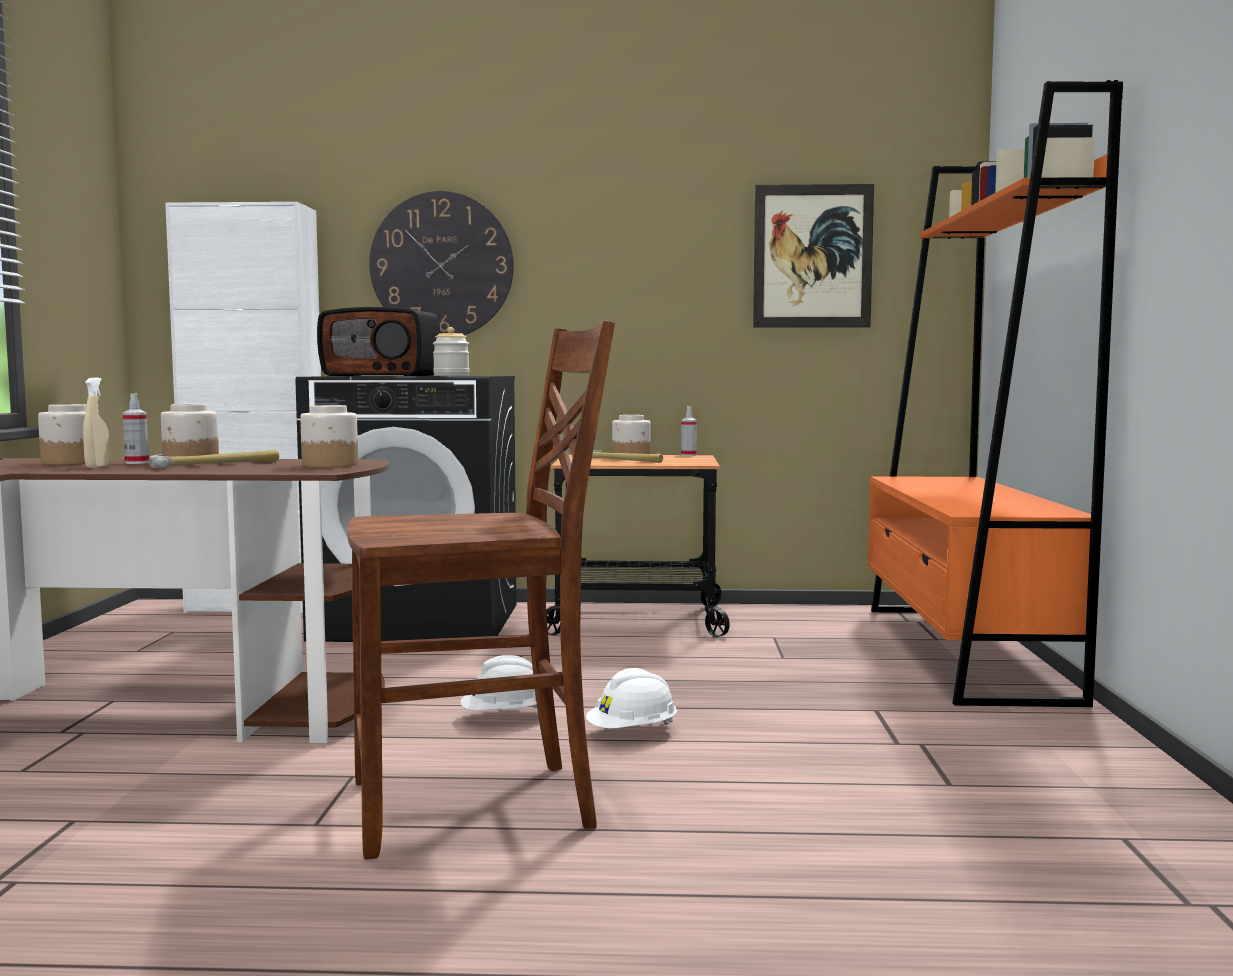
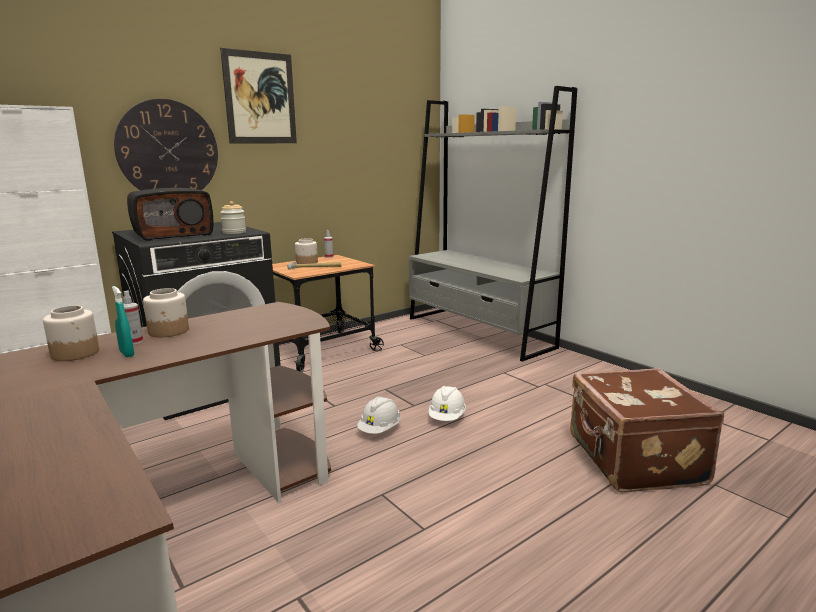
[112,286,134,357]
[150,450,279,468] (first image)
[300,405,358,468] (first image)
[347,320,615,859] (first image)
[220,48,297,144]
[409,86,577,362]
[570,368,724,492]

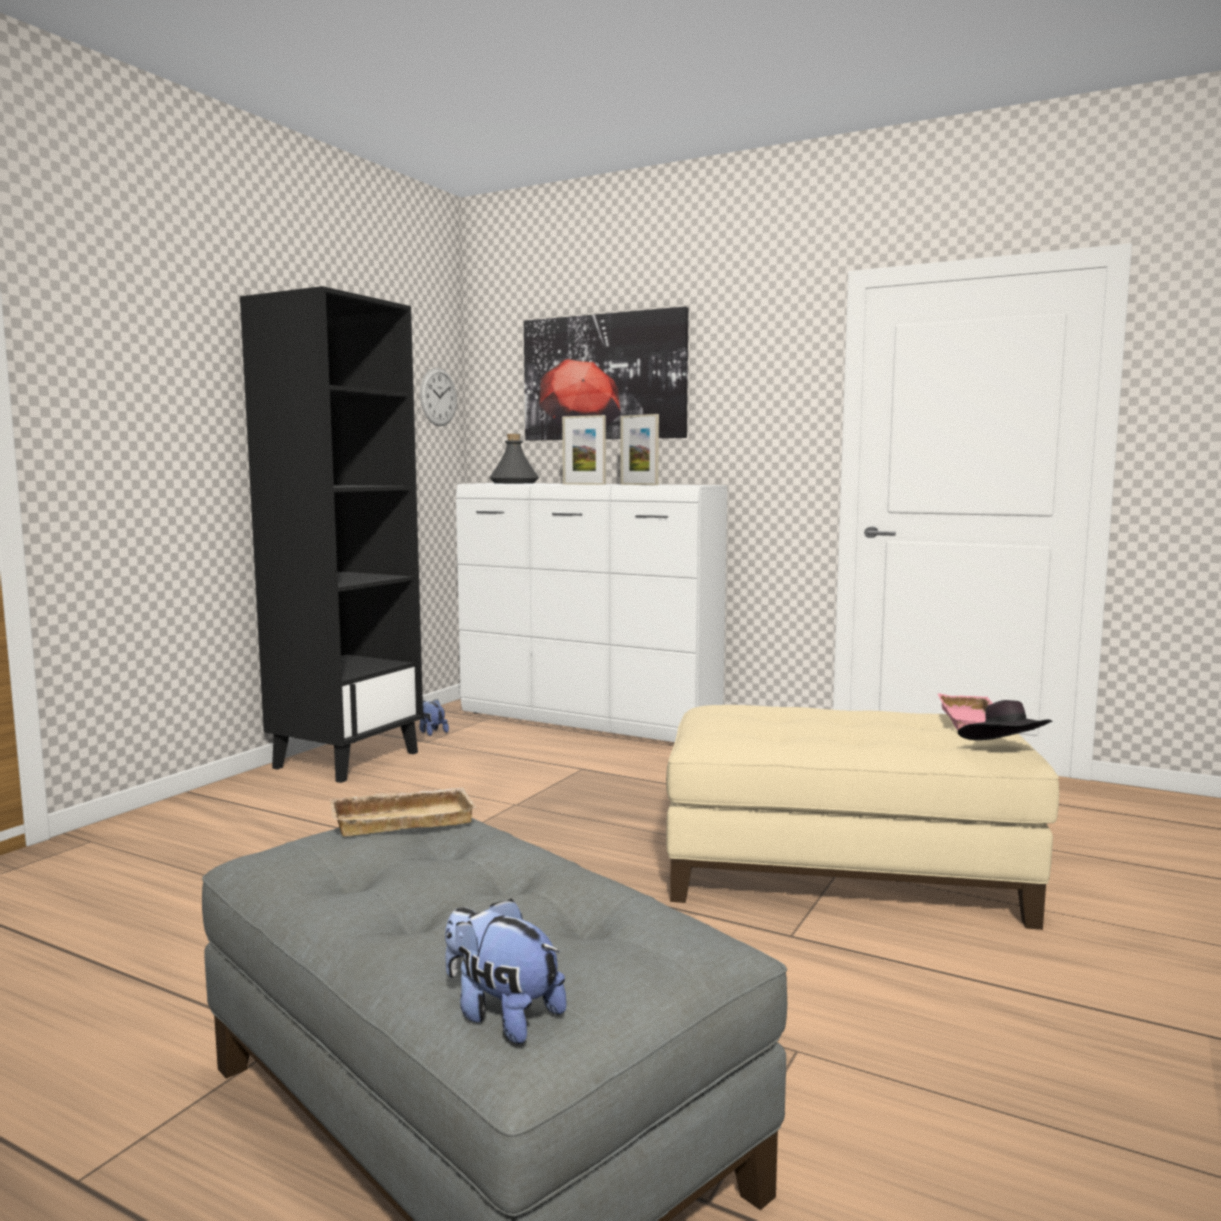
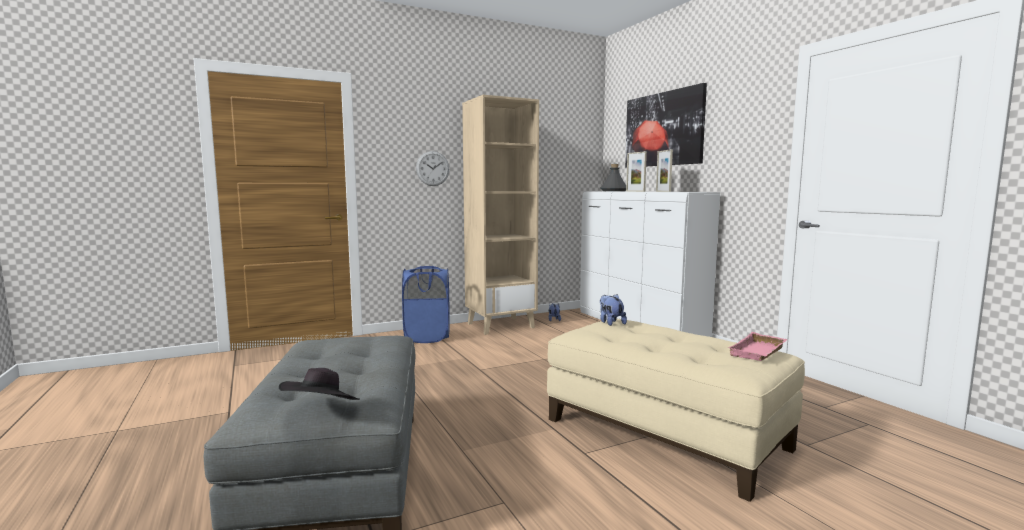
[462,95,539,335]
[329,788,476,836] (first image)
[416,151,449,186]
[600,294,627,326]
[279,368,360,400]
[402,266,450,343]

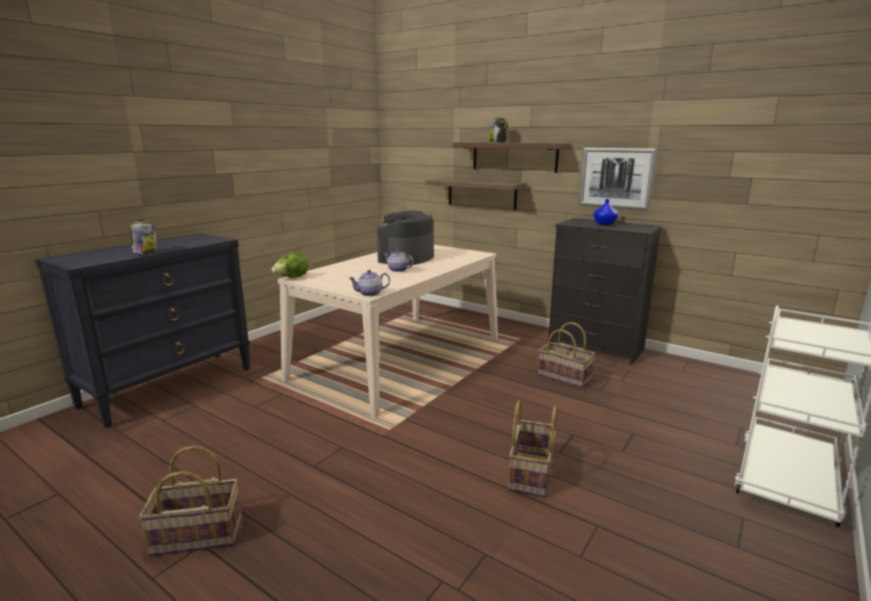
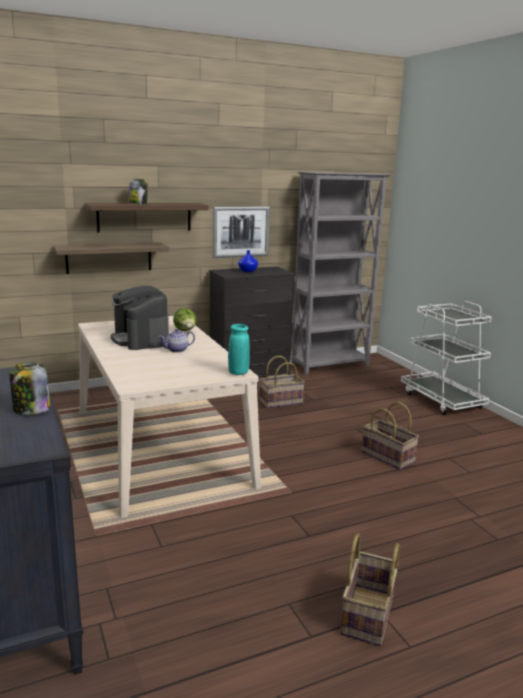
[173,308,197,331]
[228,324,250,375]
[291,172,390,375]

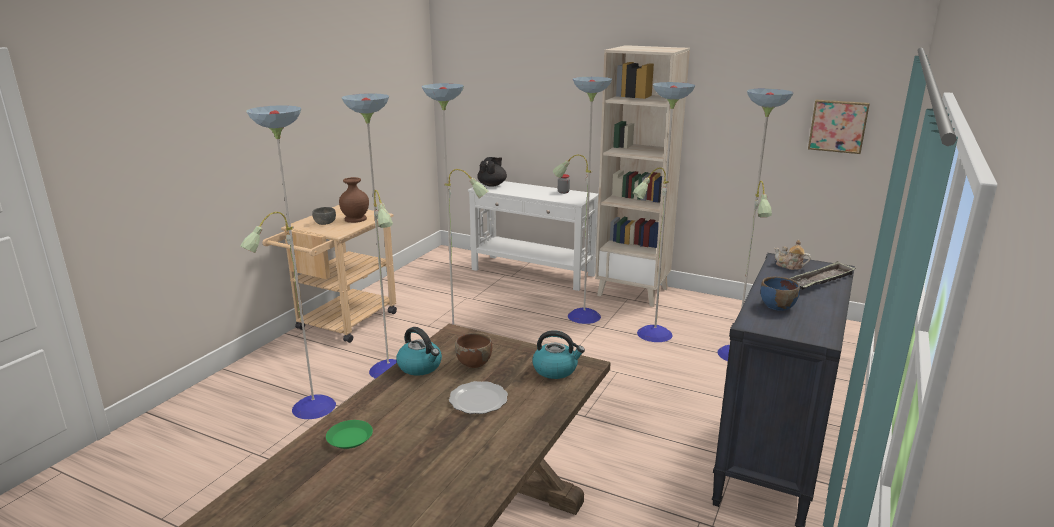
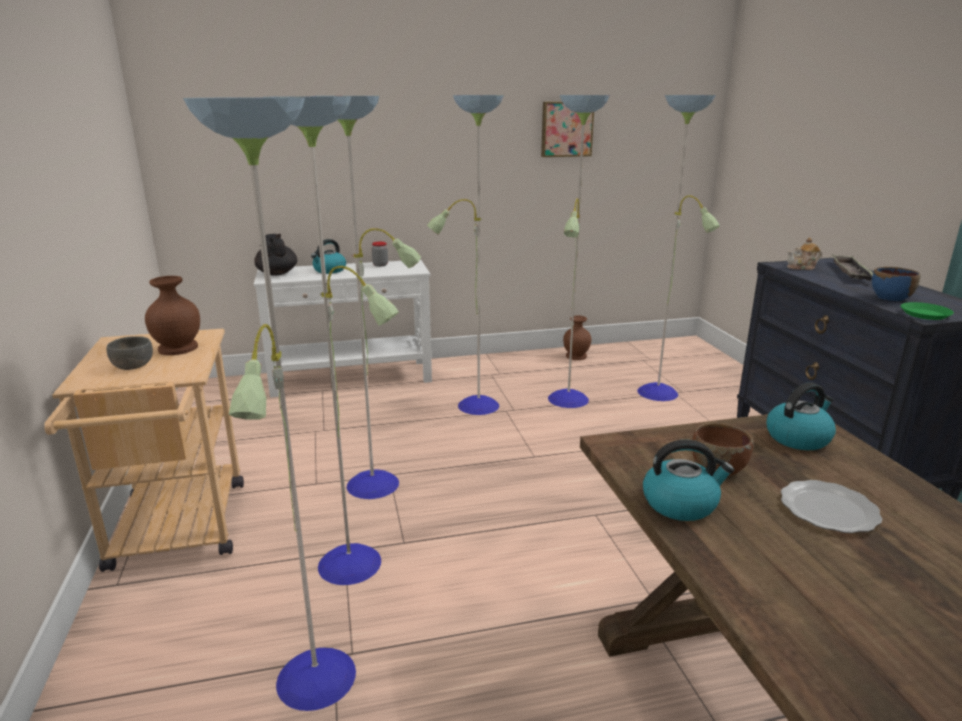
[900,302,954,320]
[595,45,690,307] (first image)
[541,102,594,157]
[311,239,346,274]
[563,316,591,360]

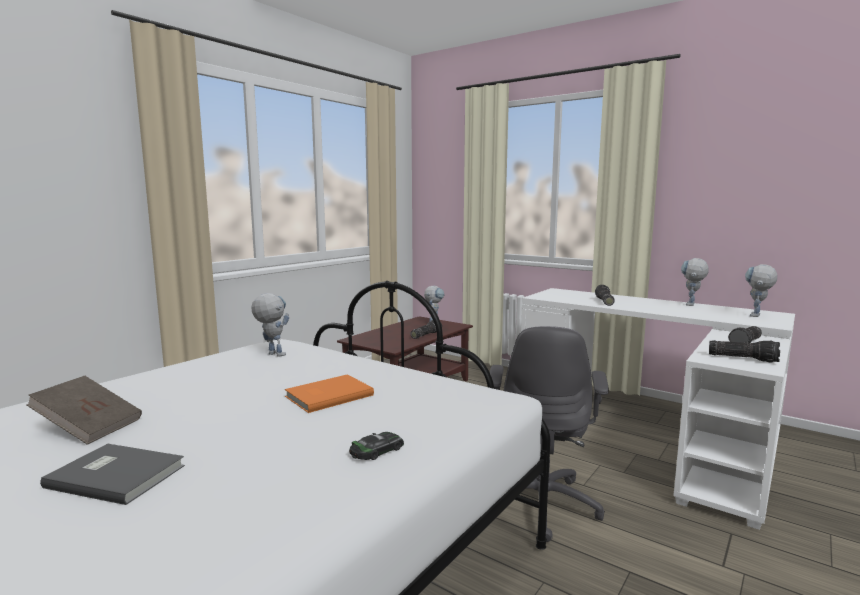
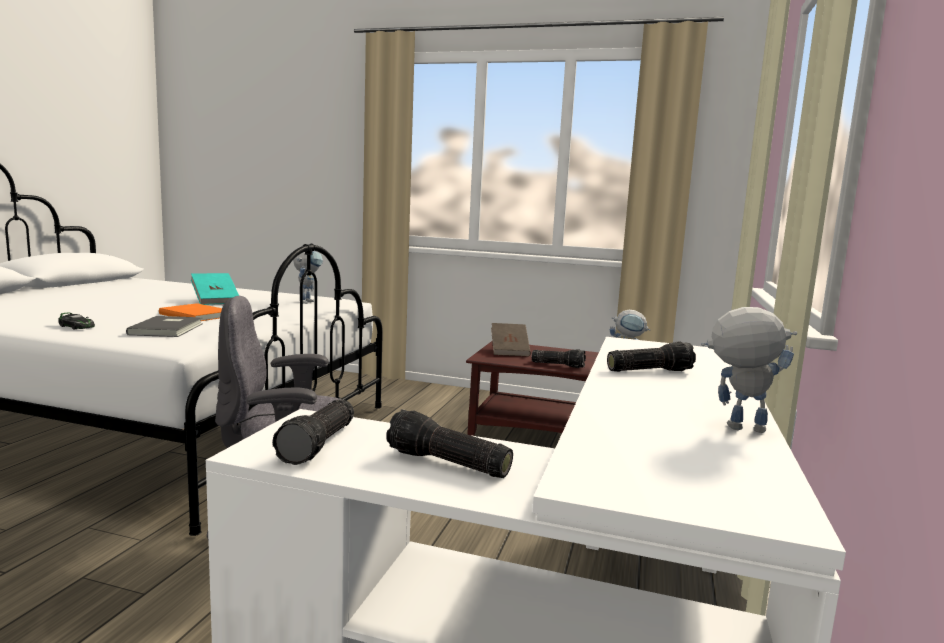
[491,323,531,356]
[126,316,203,337]
[745,264,777,317] (first image)
[191,273,239,305]

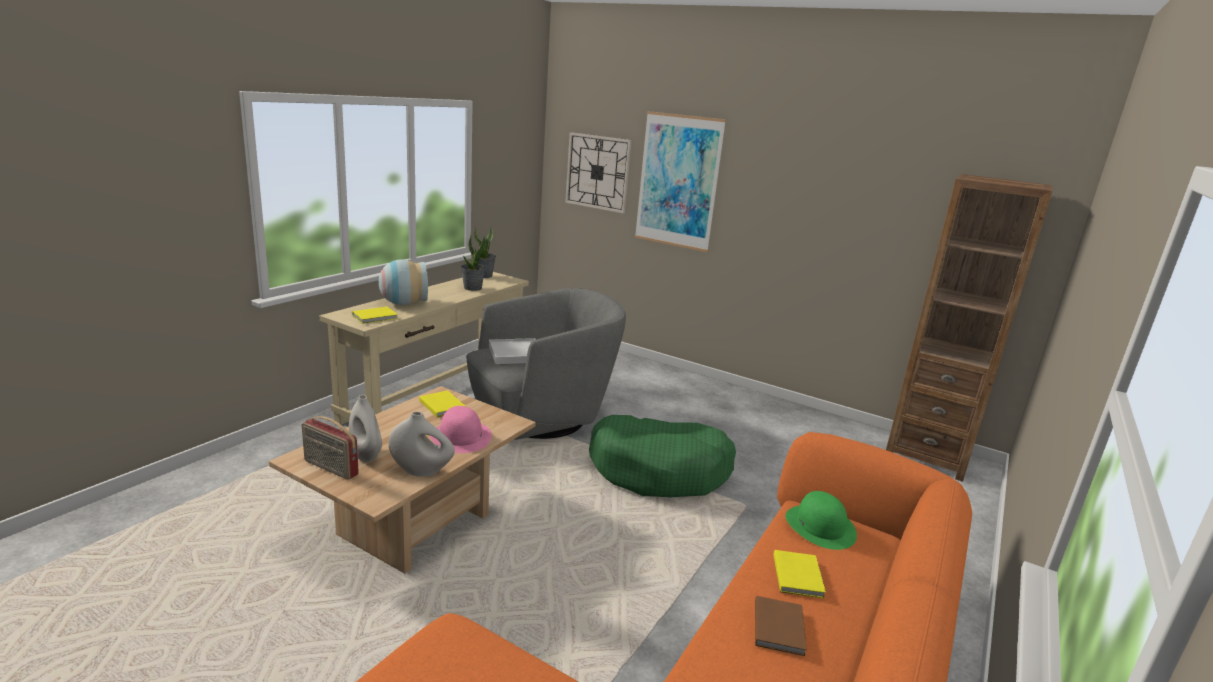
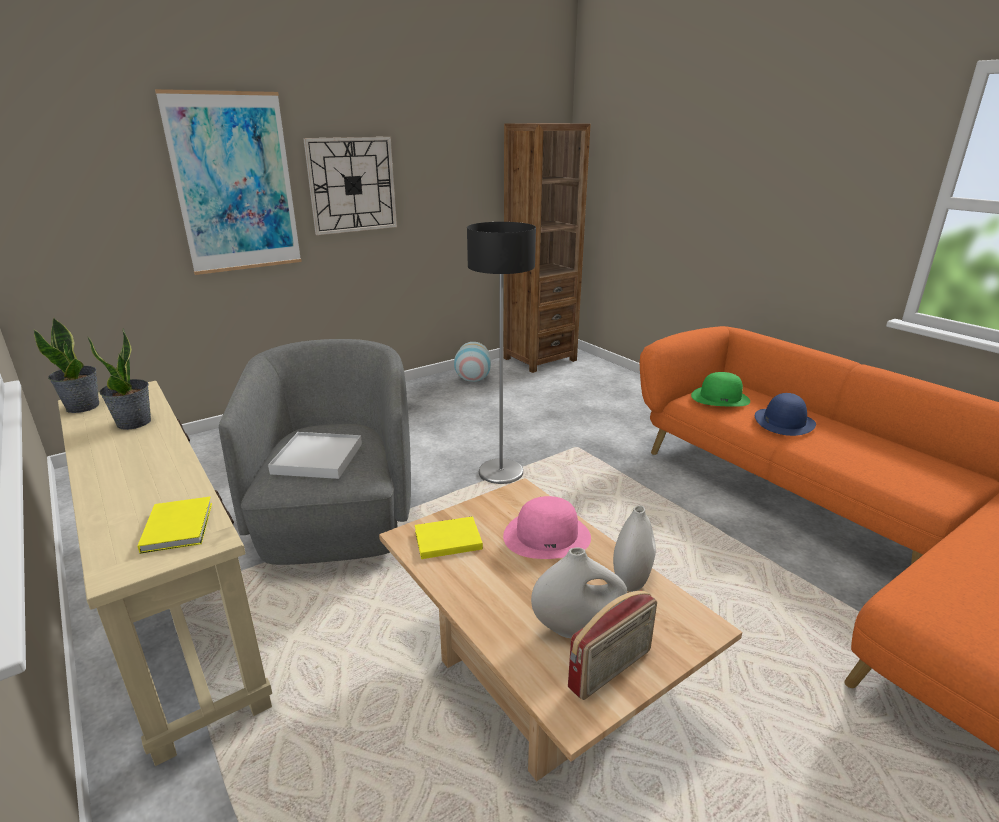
[454,342,491,382]
[303,137,397,235]
[467,222,536,484]
[755,596,807,656] (first image)
[755,393,816,436]

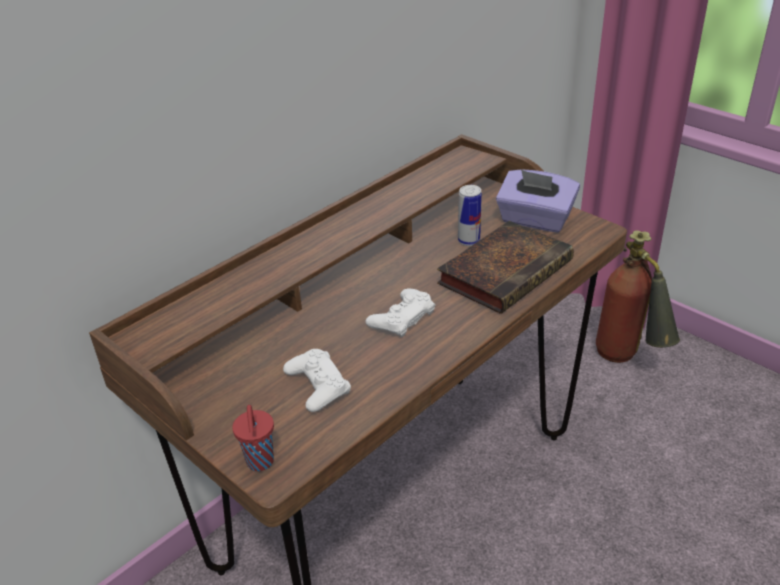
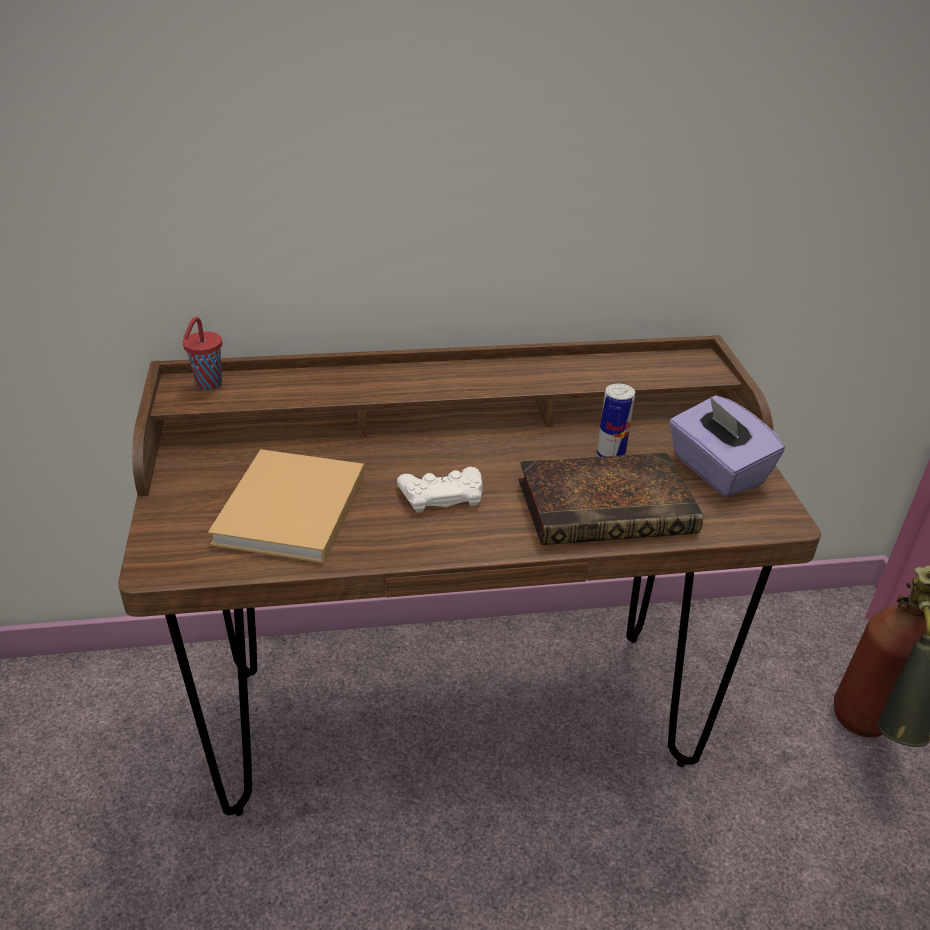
[183,317,222,390]
[208,449,364,563]

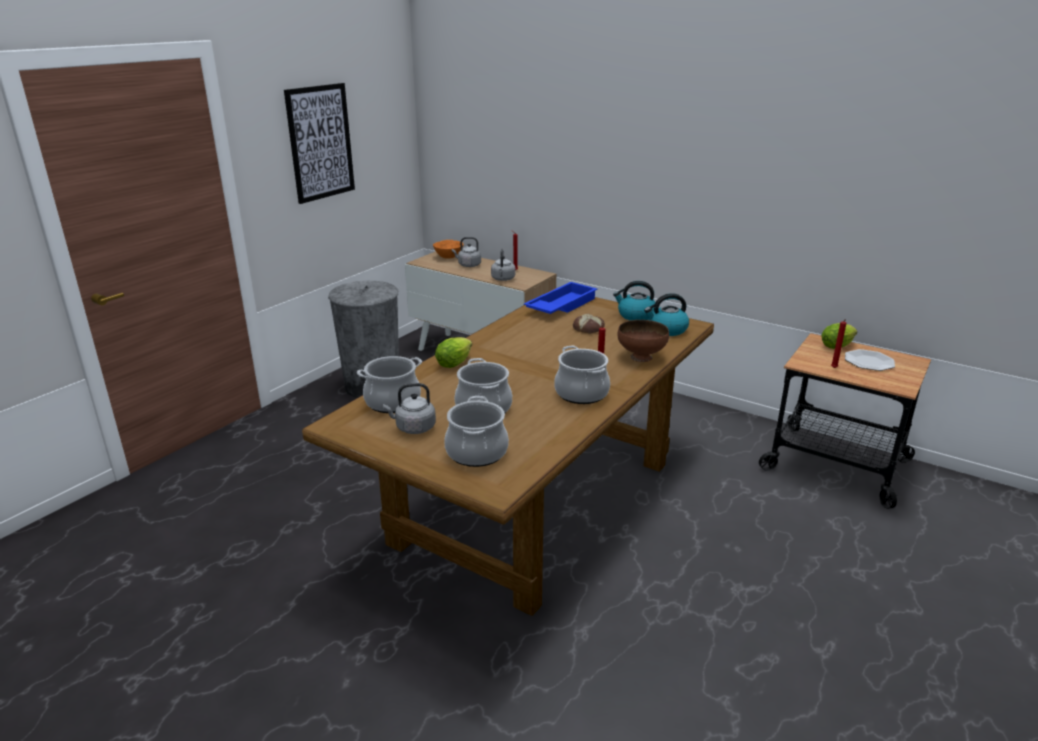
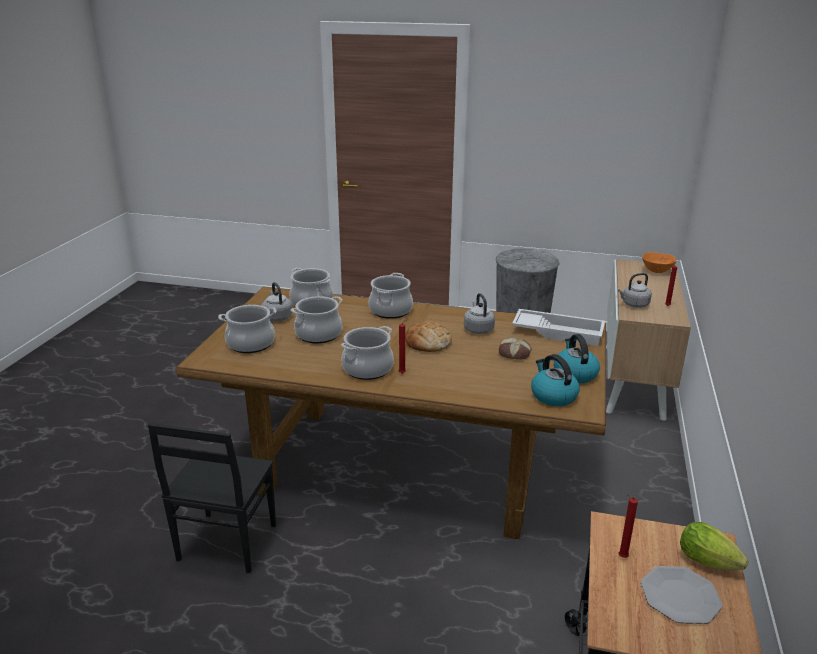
[284,83,355,204] (first image)
[368,273,413,319]
[464,293,495,334]
[512,309,605,346]
[618,320,669,362] (first image)
[148,423,276,573]
[405,321,452,352]

